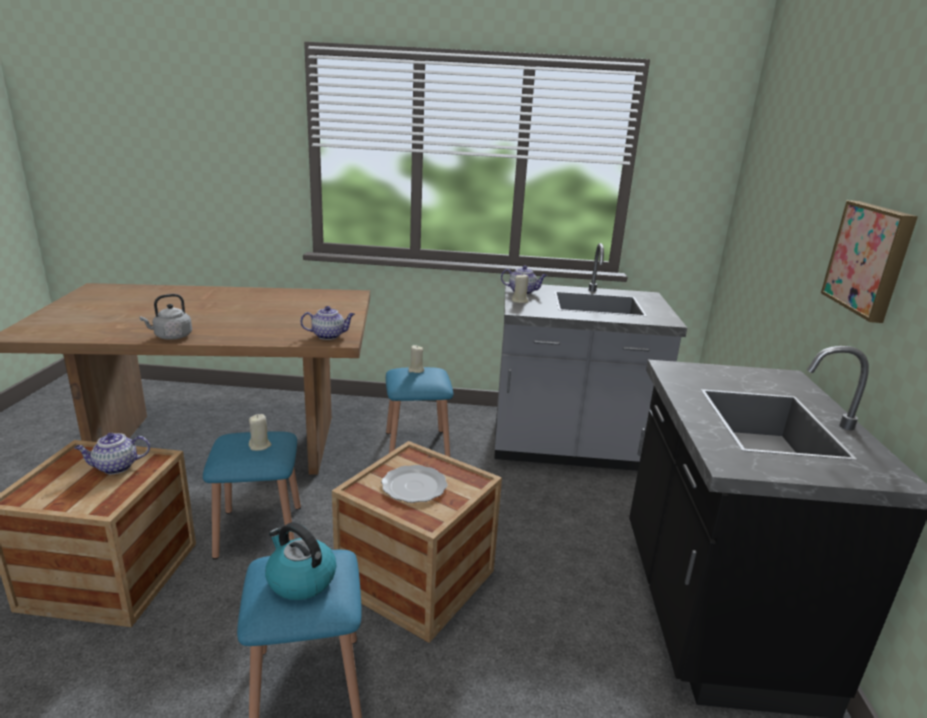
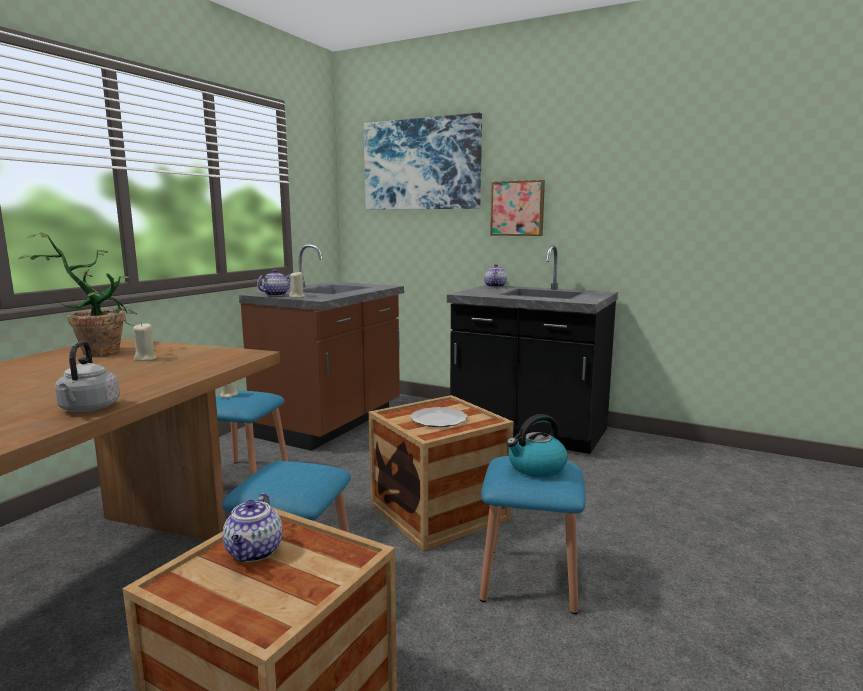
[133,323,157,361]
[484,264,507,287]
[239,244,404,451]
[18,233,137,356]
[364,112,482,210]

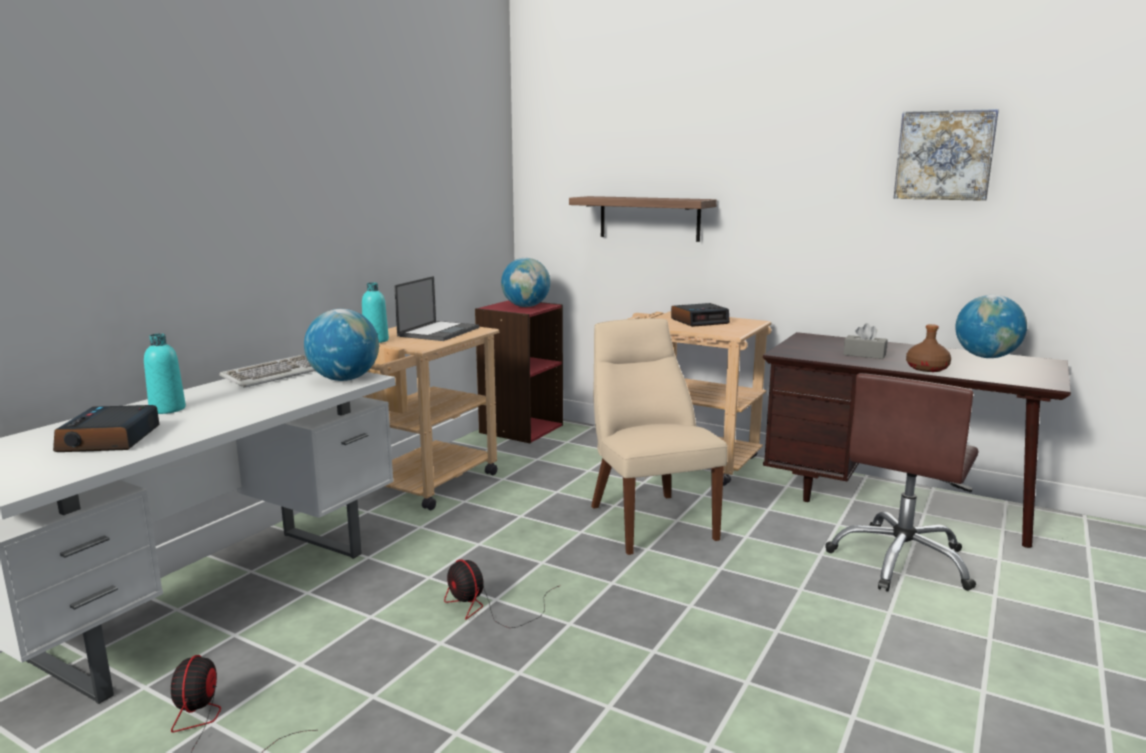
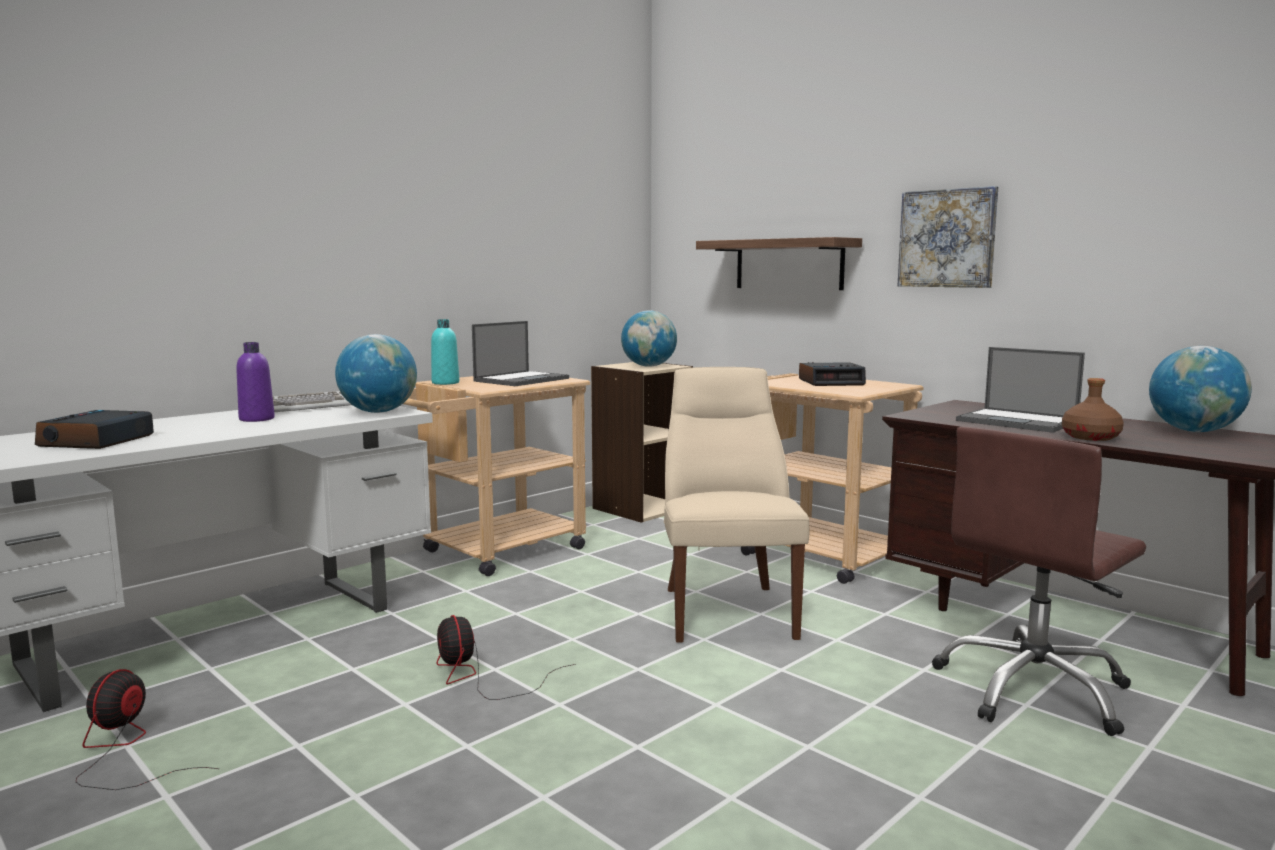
[144,334,186,414] (first image)
[591,362,693,523]
[956,347,1085,433]
[898,186,998,288]
[236,342,275,422]

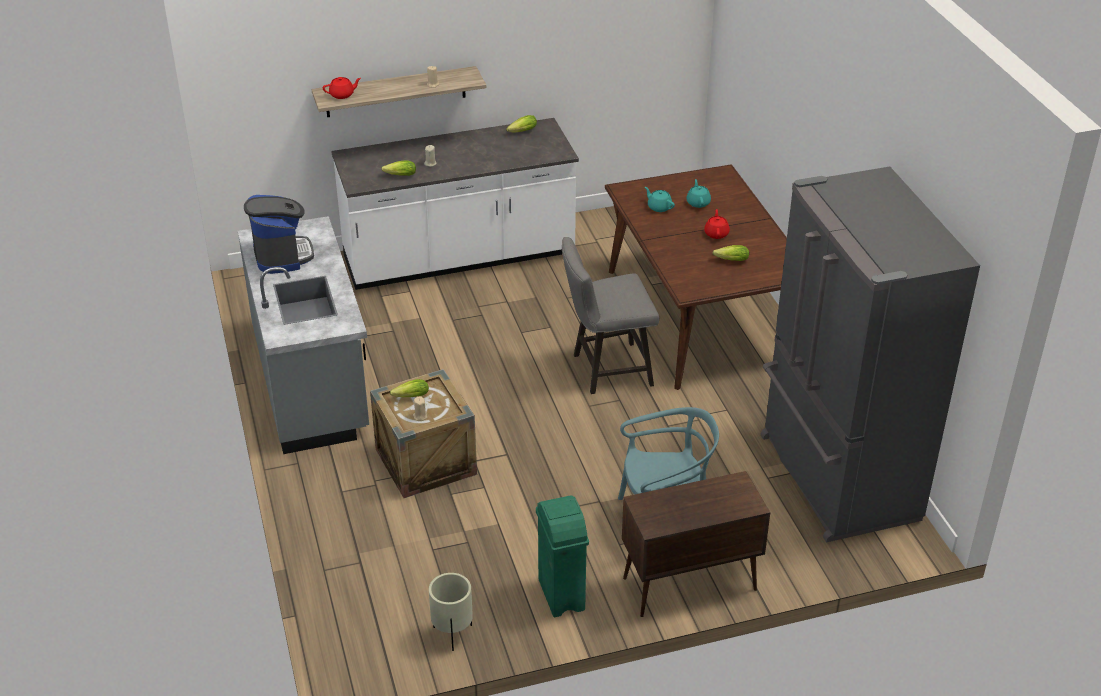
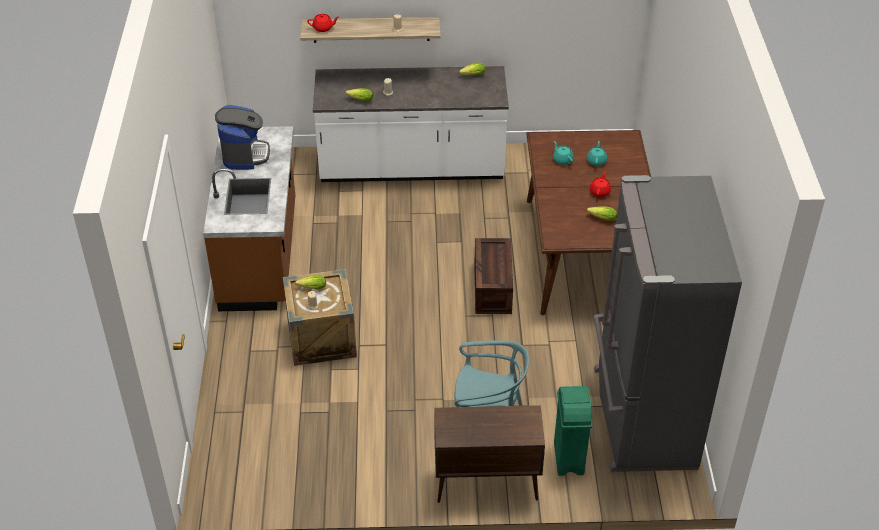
[203,126,295,311]
[429,573,473,651] (first image)
[554,386,593,476]
[474,238,513,314]

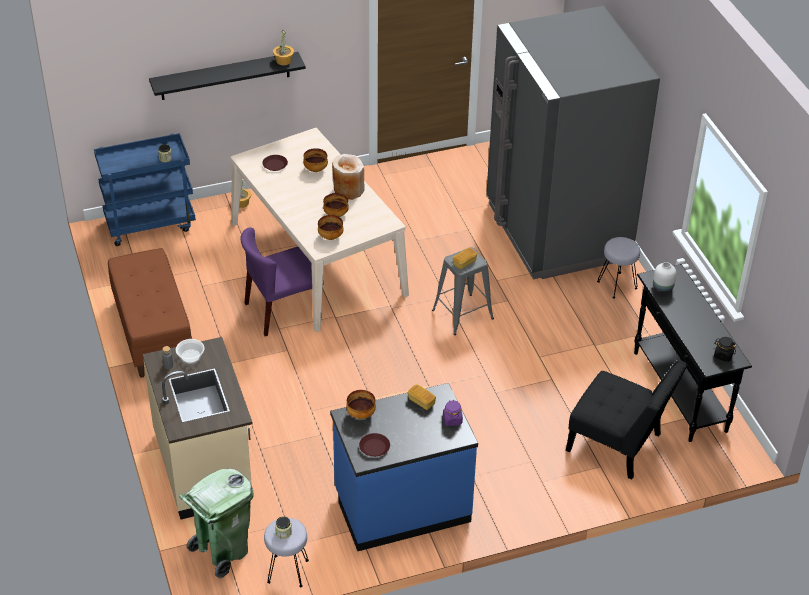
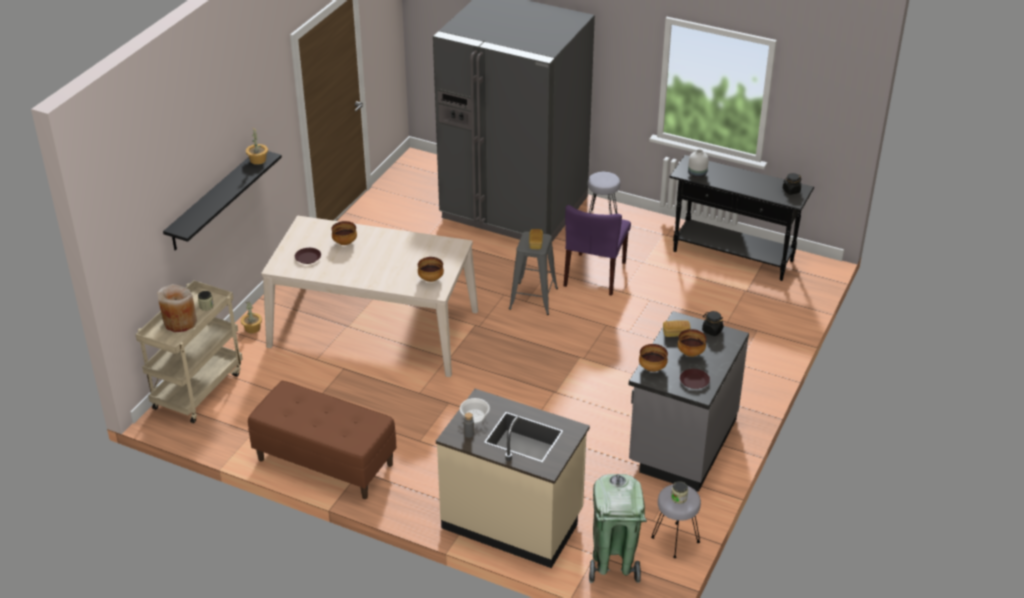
[135,280,243,423]
[564,205,631,296]
[678,329,706,357]
[629,311,749,492]
[157,284,197,332]
[702,311,724,336]
[566,360,687,480] (first image)

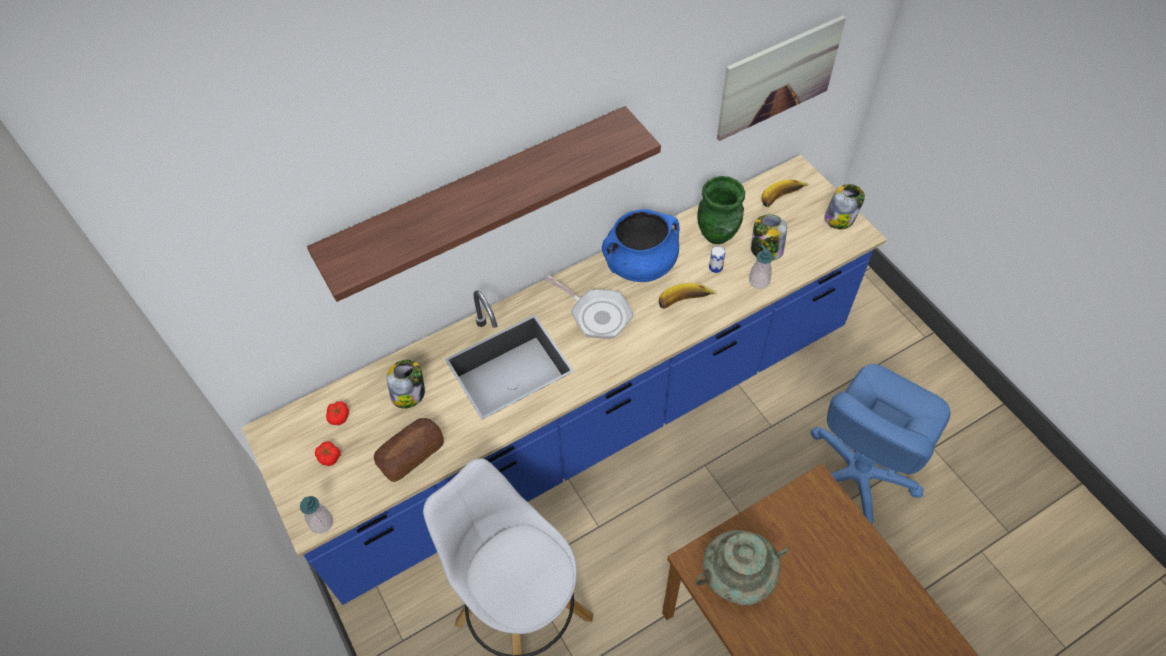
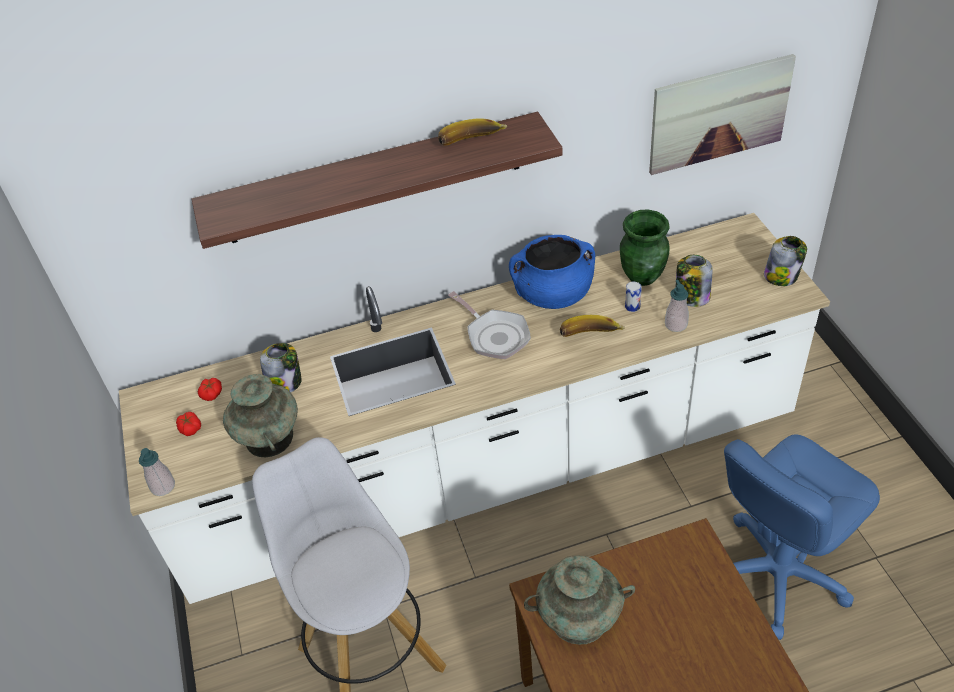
[119,213,830,604]
[223,374,298,457]
[438,118,508,146]

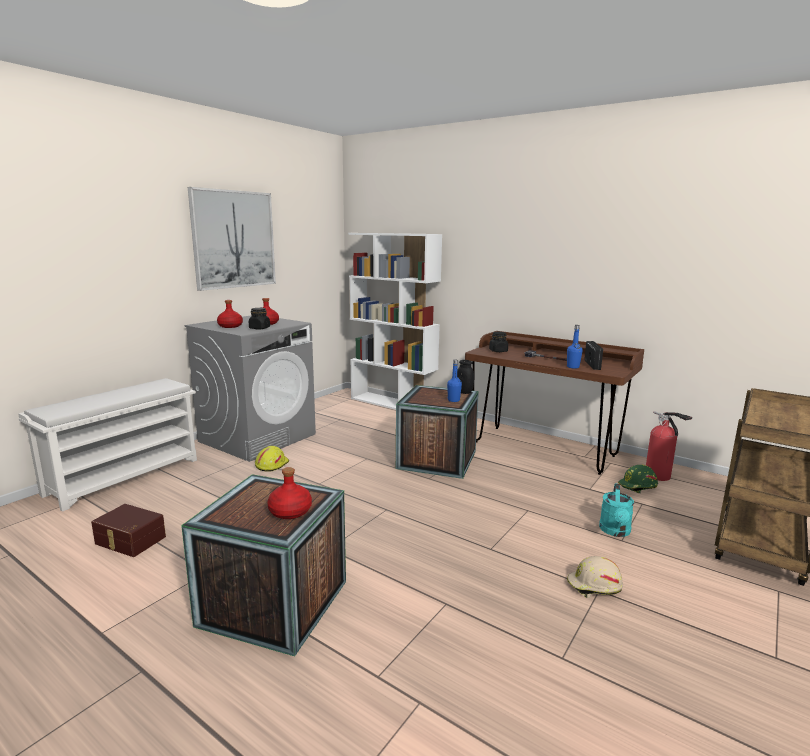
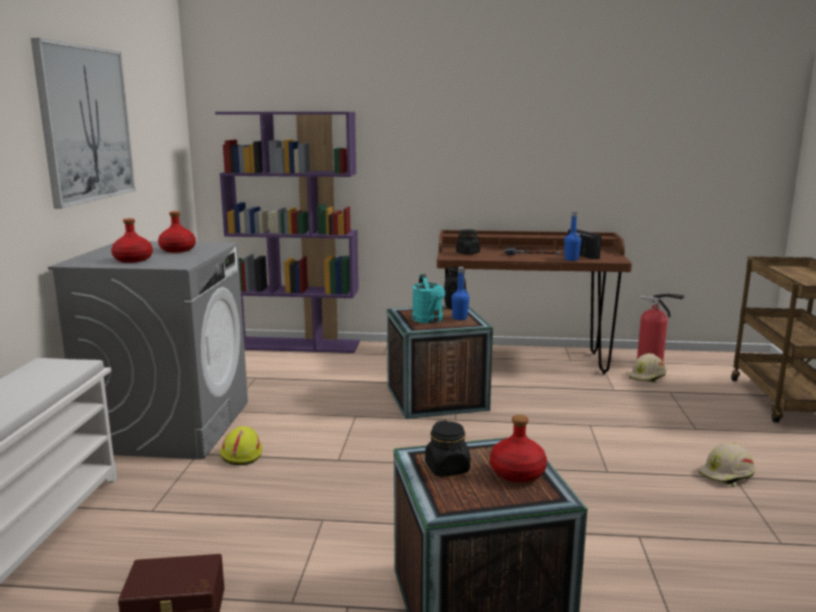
[425,420,470,477]
[215,112,360,353]
[412,274,445,323]
[629,353,666,383]

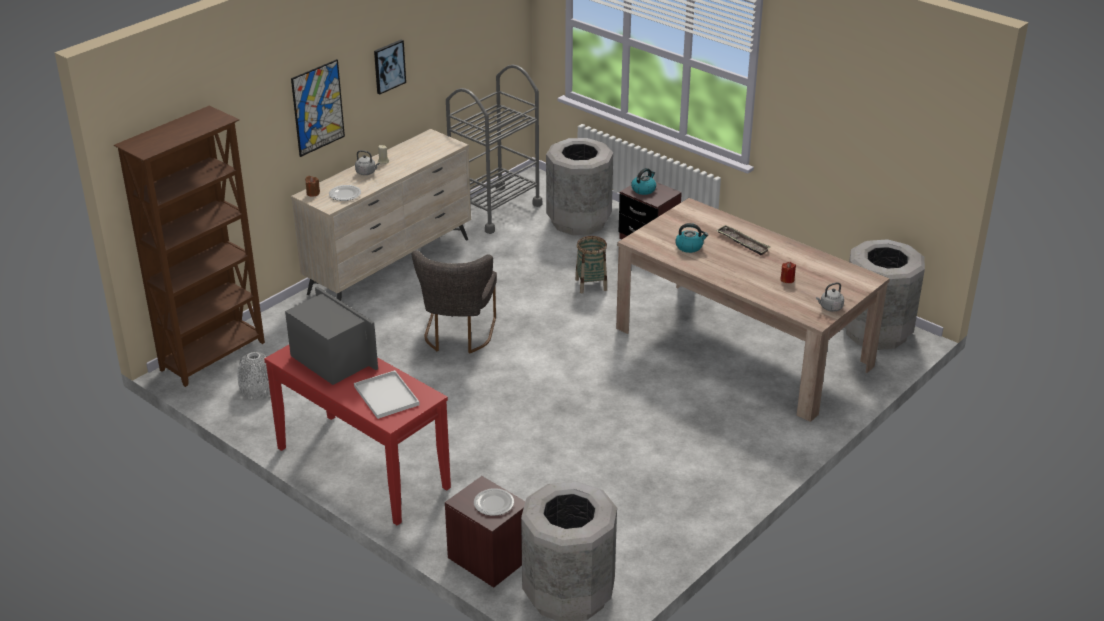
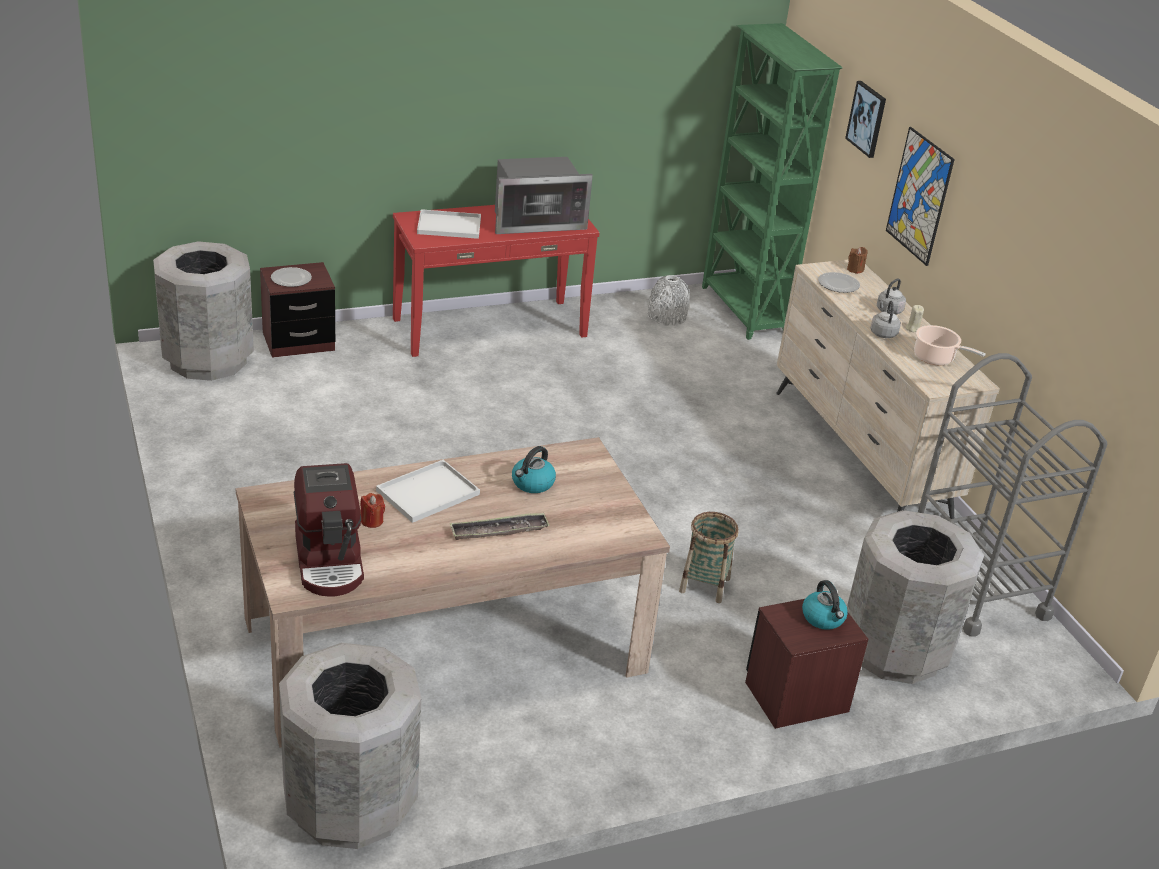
[702,23,843,340]
[845,81,886,158]
[411,250,497,353] (first image)
[870,301,901,338]
[294,463,364,597]
[376,460,480,523]
[914,325,986,365]

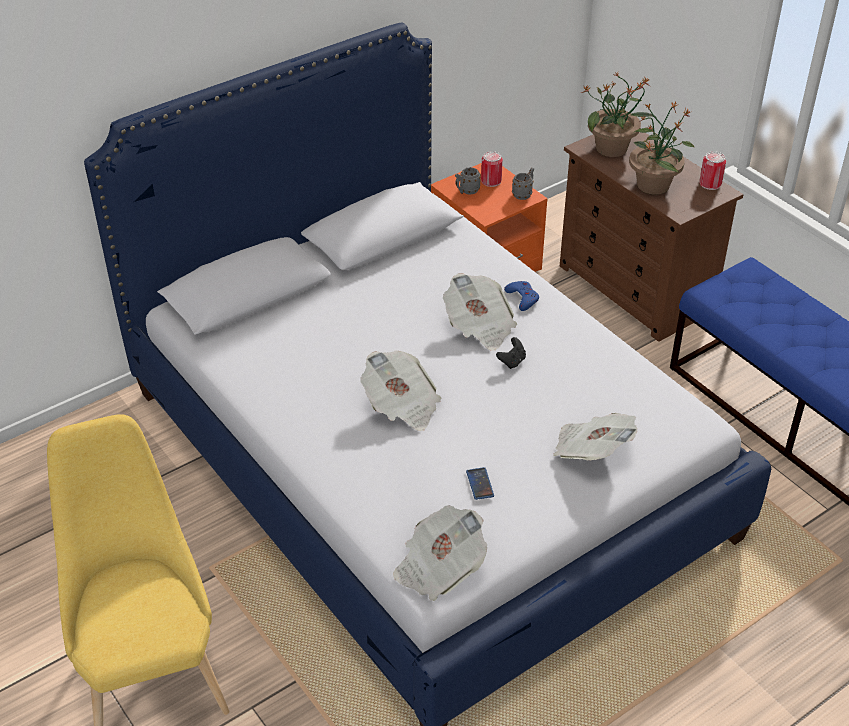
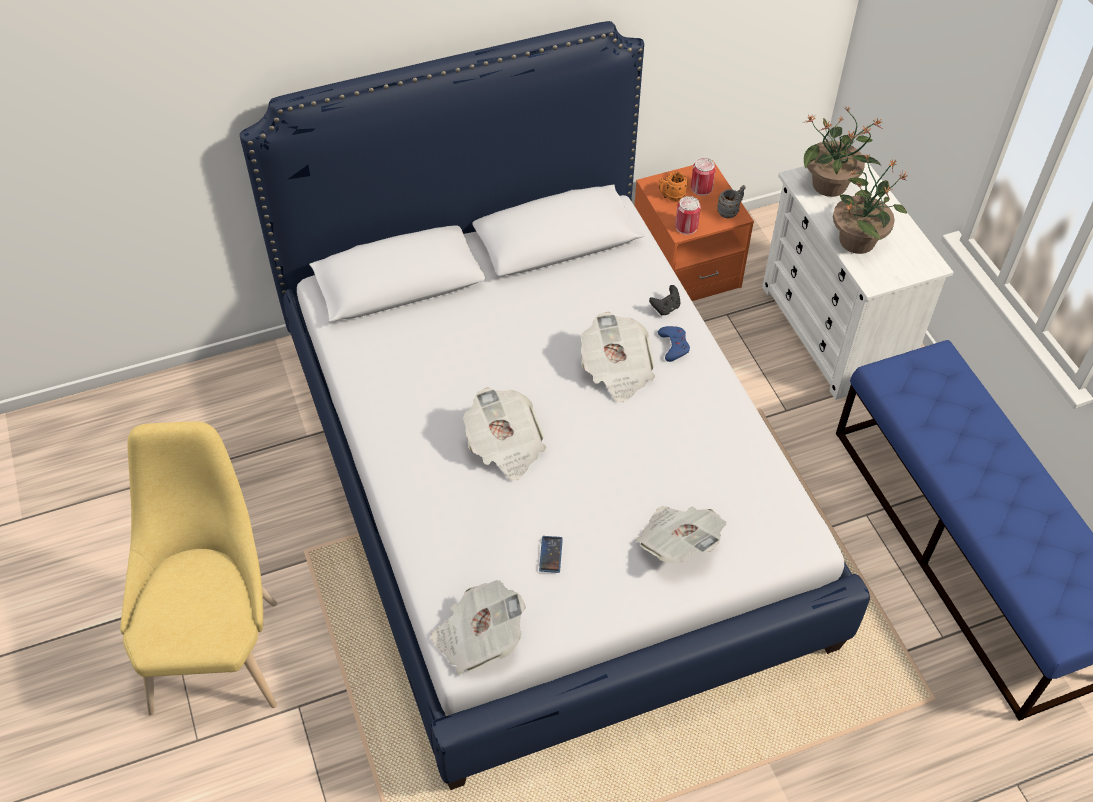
[659,172,688,201]
[649,285,681,316]
[762,152,954,400]
[675,196,701,235]

